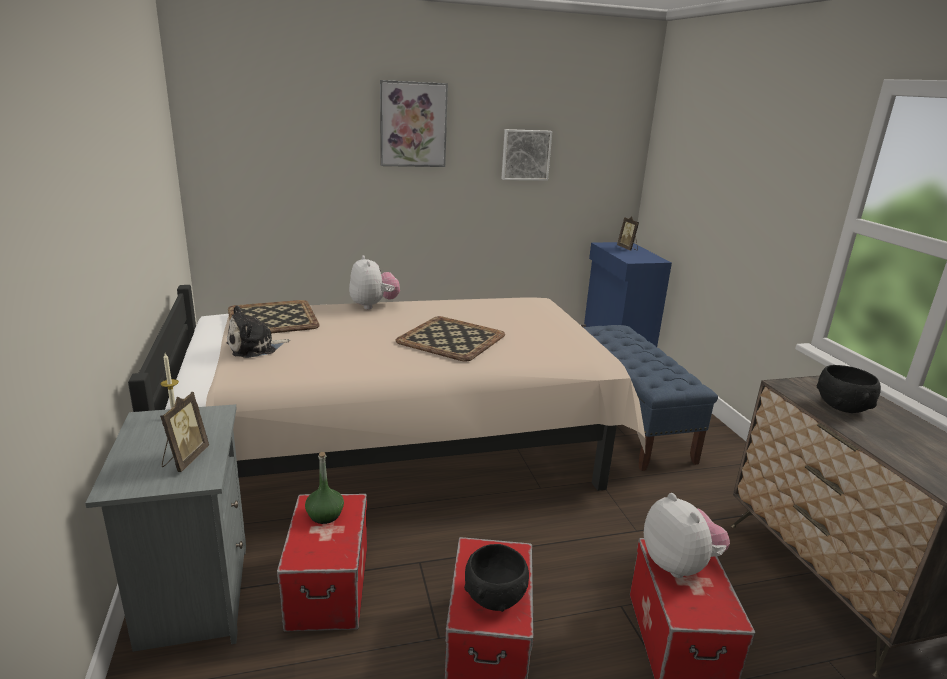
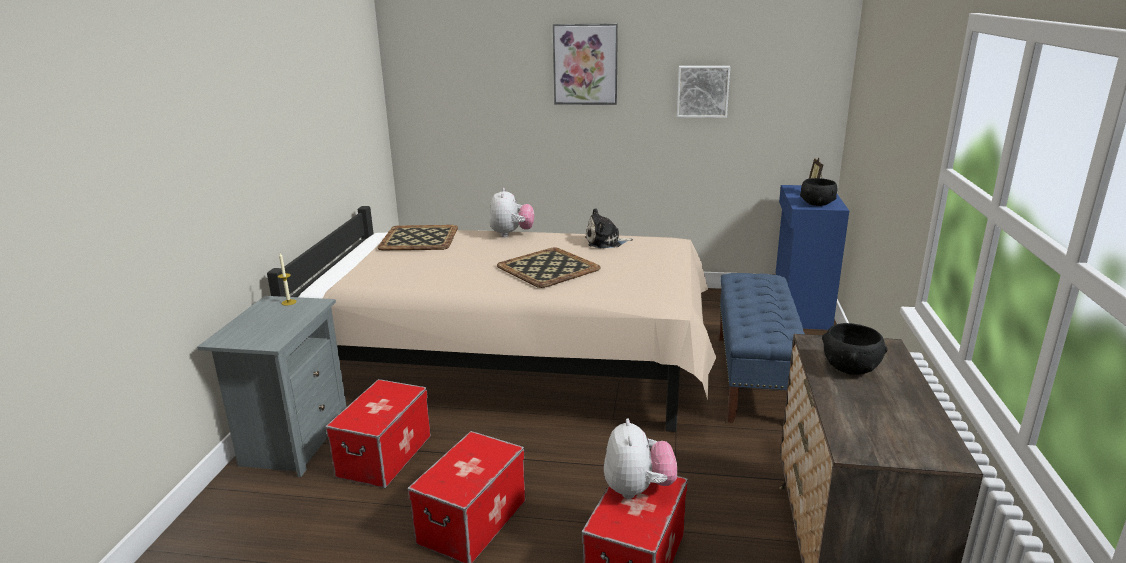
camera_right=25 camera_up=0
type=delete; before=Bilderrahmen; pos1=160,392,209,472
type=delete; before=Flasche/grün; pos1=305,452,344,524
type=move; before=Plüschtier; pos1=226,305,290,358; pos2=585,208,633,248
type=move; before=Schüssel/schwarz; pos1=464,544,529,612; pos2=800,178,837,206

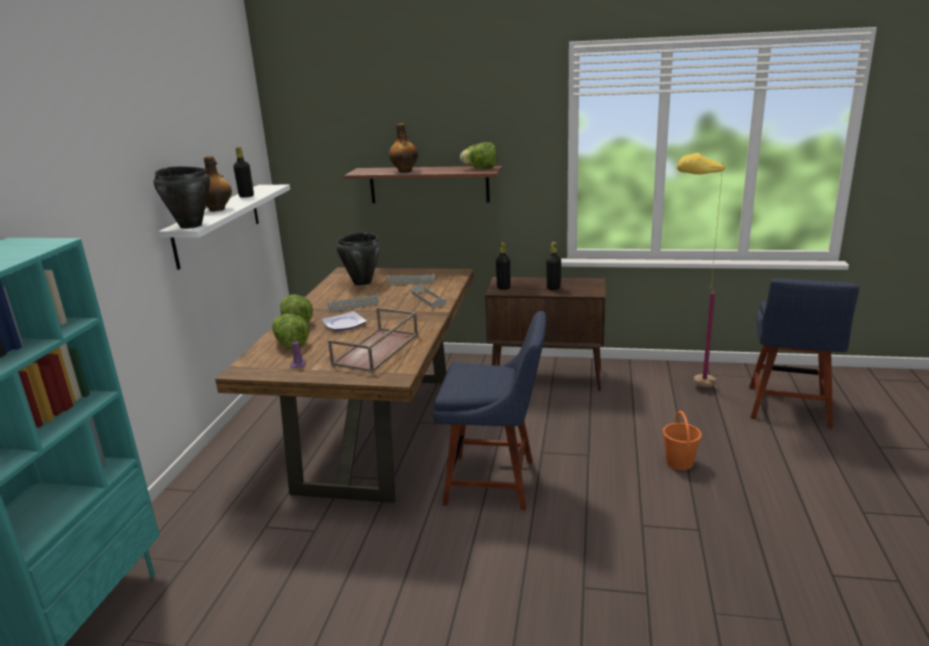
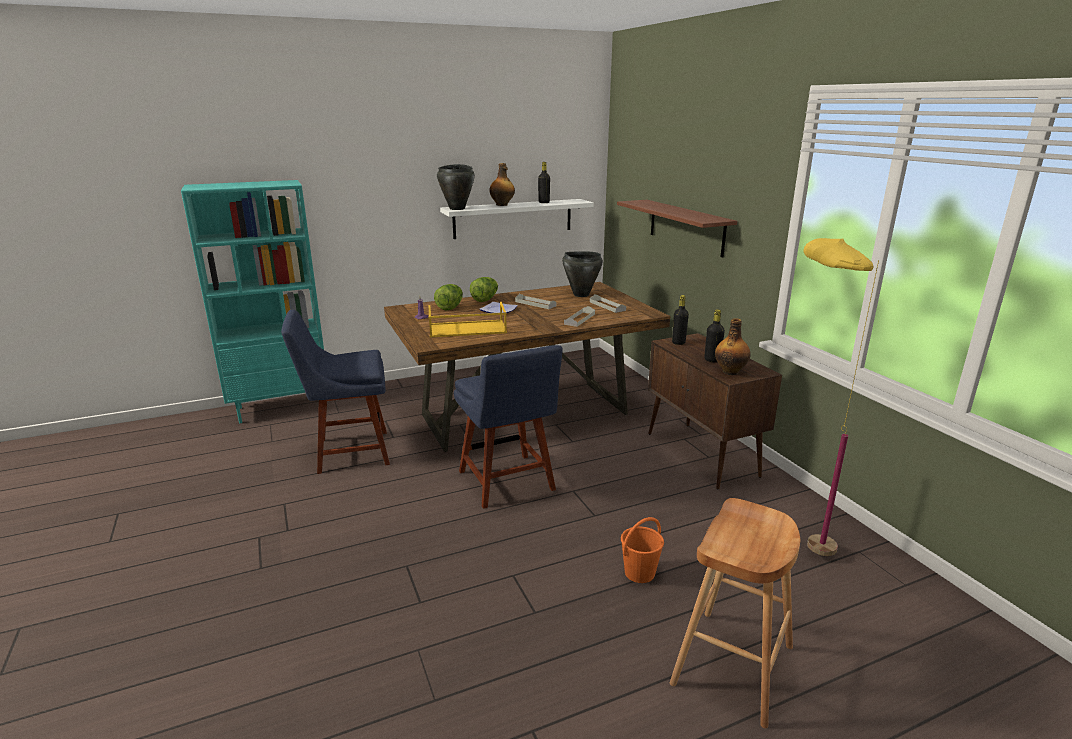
camera_right=55 camera_up=0
type=delete; before=Salatkopf; pos1=460,142,497,169
type=insert; after=Hocker/braun; pos2=670,498,800,729
type=move; before=Flasche; pos1=389,123,418,173; pos2=715,318,751,375
type=move; before=Stuhl/blau; pos1=749,278,859,429; pos2=281,309,390,474
type=recolor; before=Tablett/braun; after=Tablett/gelb; pos1=328,307,418,372; pos2=429,302,507,337

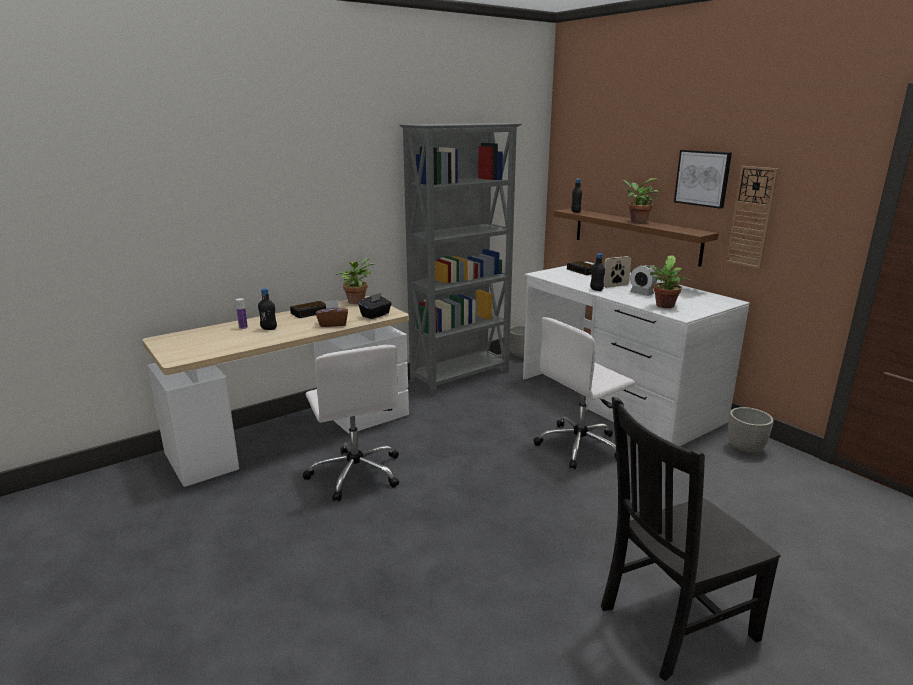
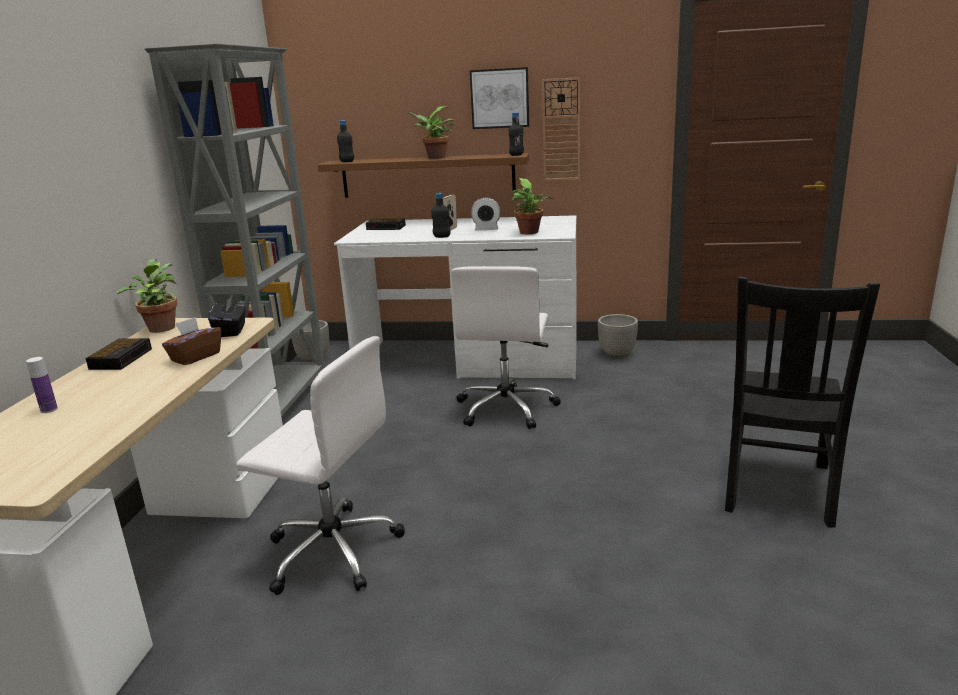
camera_right=-45 camera_up=0
type=move; before=Flasche/schwarz; pos1=258,288,277,330; pos2=509,112,524,156

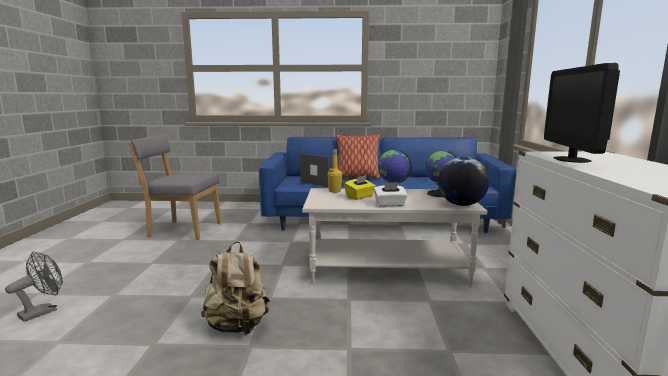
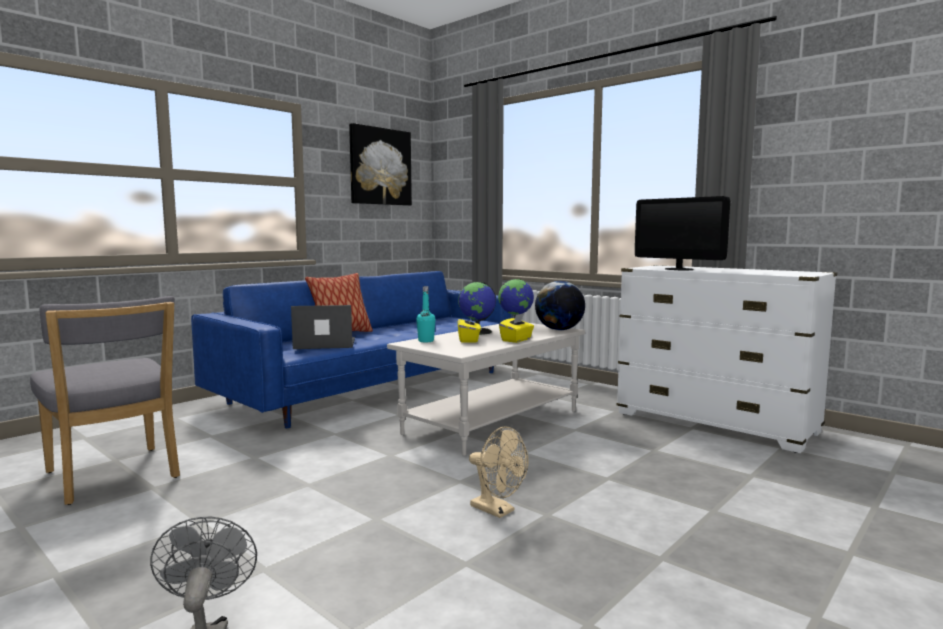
camera_right=-50 camera_up=-5
type=insert; after=Bild; pos2=349,123,412,206
type=replace; before=Rucksack/beige; after=Ventilator/beige; pos1=201,241,270,335; pos2=469,426,528,518
type=recolor; before=Flasche/gelb; after=Flasche/türkis; pos1=328,149,342,193; pos2=416,286,436,342
type=recolor; before=Taschentuchbox/weiß; after=Taschentuchbox/gelb; pos1=374,182,408,207; pos2=499,313,534,343
type=rotate; before=Stuhl/grau; pos1=129,134,221,240; pos2=30,296,180,505; turn=-90

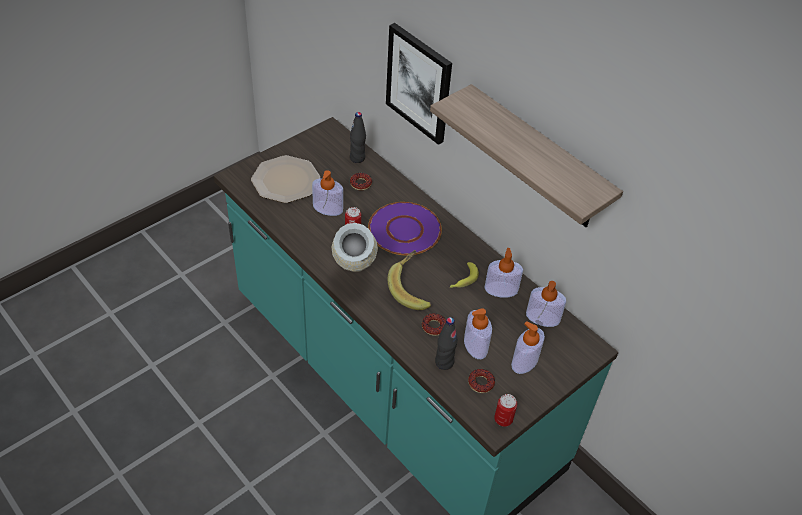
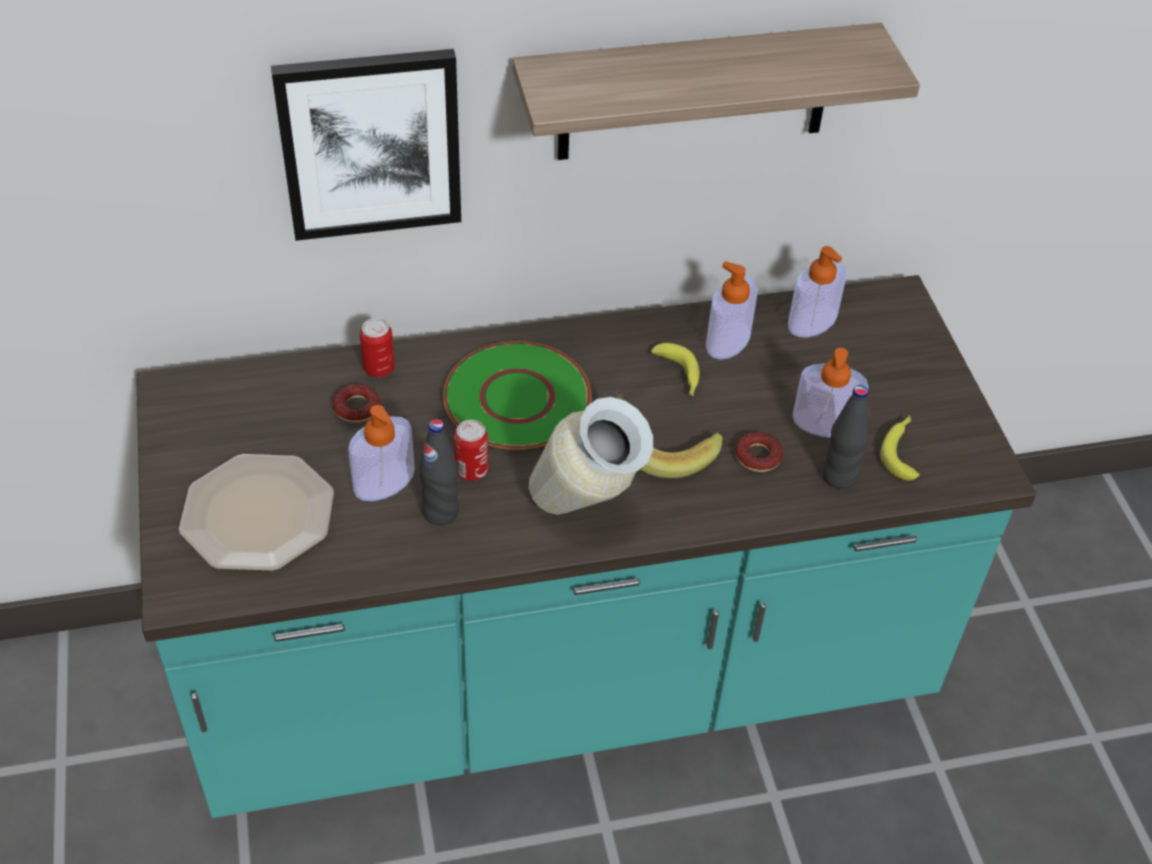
camera_right=-60 camera_up=0
type=delete; before=Seifenspender; pos1=511,321,545,374
type=move; before=Flasche/schwarz; pos1=350,112,366,163; pos2=419,419,459,525
type=move; before=Dose; pos1=494,394,517,427; pos2=360,318,395,378
type=replace; before=Donut; after=Banane; pos1=468,369,495,393; pos2=880,416,920,480
type=recolor; before=Teller/lila; after=Teller/grün; pos1=368,202,442,255; pos2=443,341,591,450

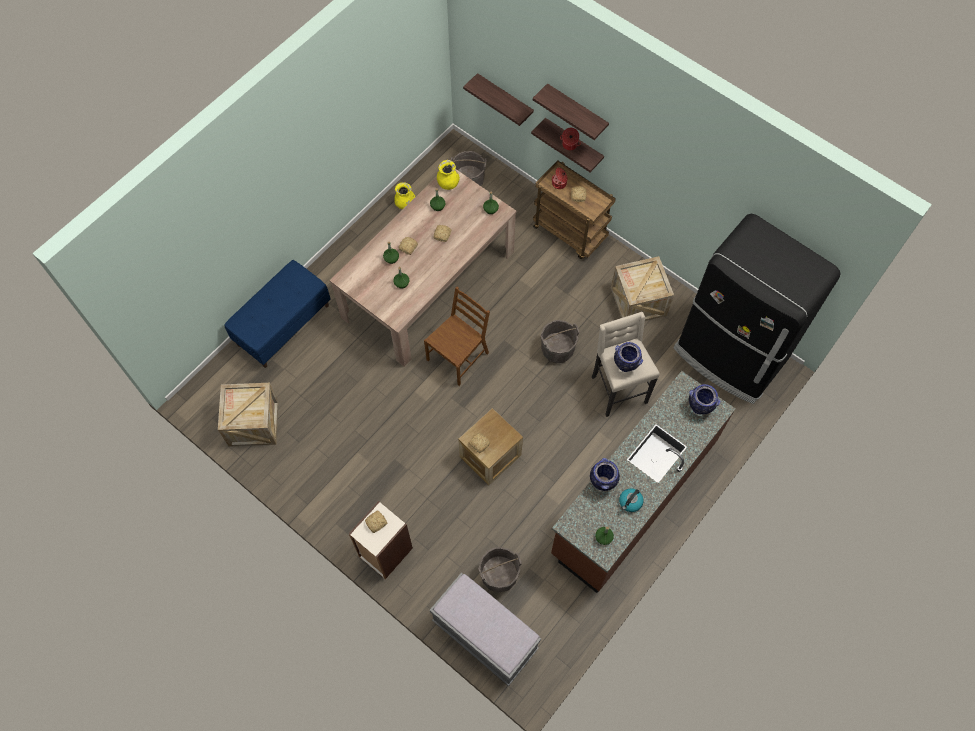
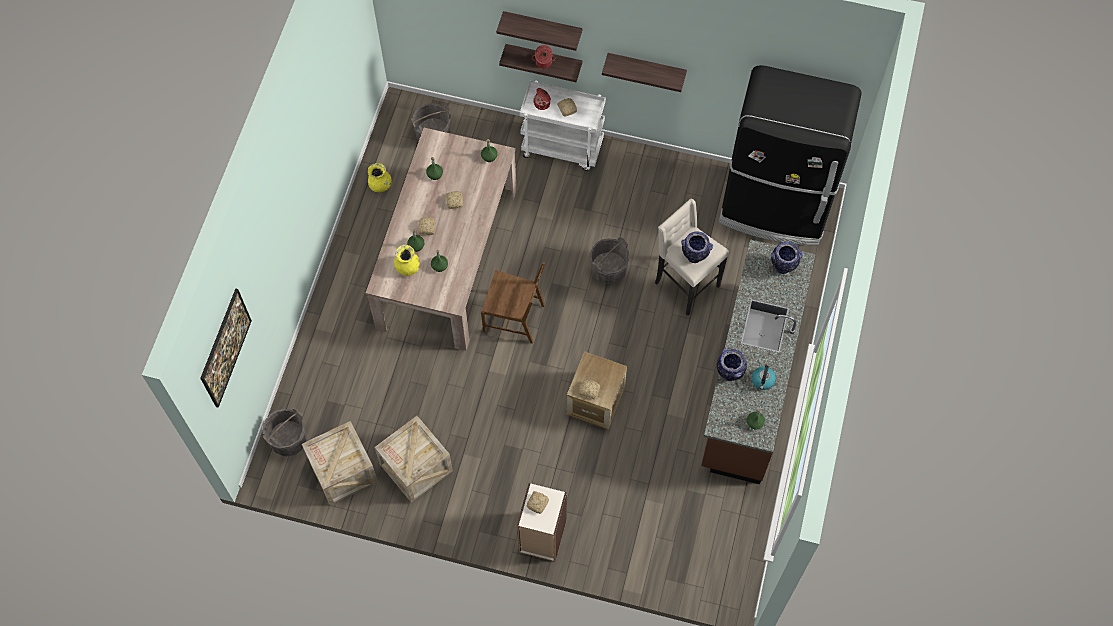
camera_right=-25 camera_up=0
type=delete; before=Bank/blau; pos1=224,260,330,368
type=delete; before=Bank/grau; pos1=430,572,541,686
type=insert; after=Bild; pos2=200,288,252,408
type=move; before=Vase/gelb; pos1=437,160,460,190; pos2=394,245,420,276
type=move; before=Wandregal; pos1=463,73,534,126; pos2=602,53,687,92
type=move; before=Eimer/grau; pos1=478,547,522,592; pos2=263,408,307,456
type=move; before=Kiste; pos1=611,256,674,321; pos2=374,416,453,503
type=recolor; before=Rollwagen/braun; after=Rollwagen/weiß; pos1=533,160,616,259; pos2=520,80,606,171
type=rotate; before=Stuhl/braun; pos1=424,287,490,386; pos2=481,262,546,344; turn=90

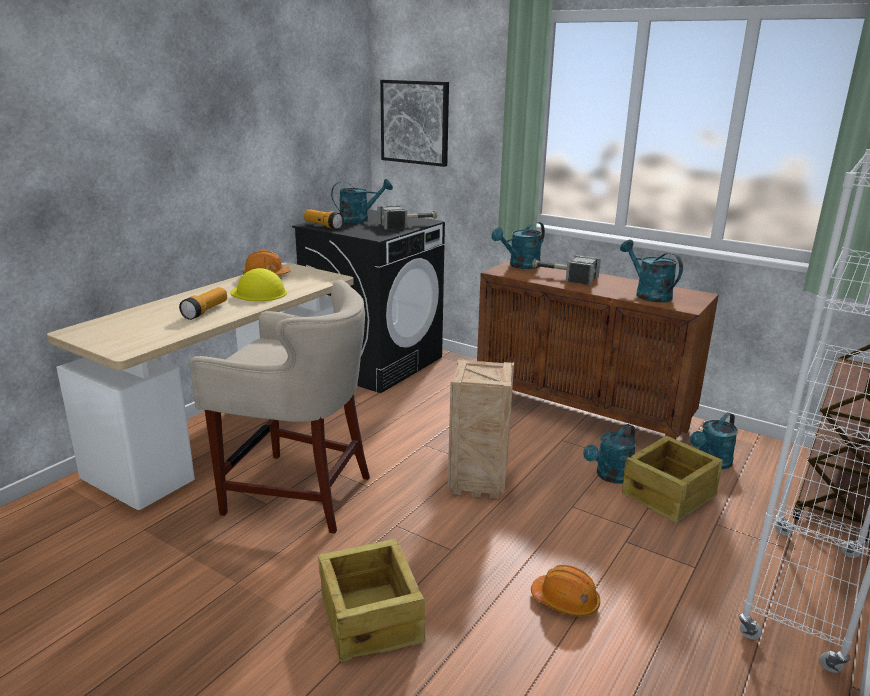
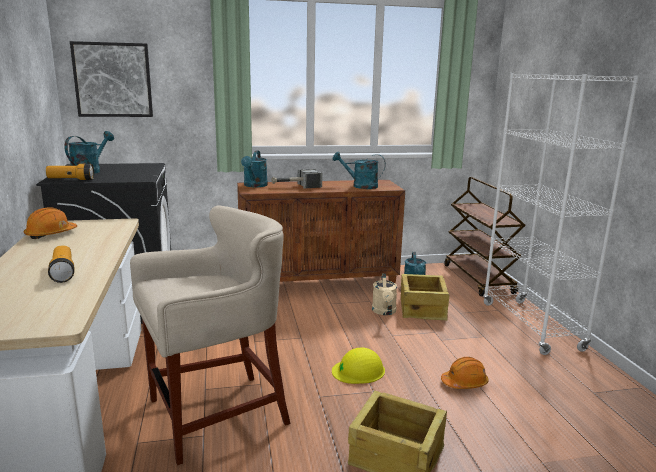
camera_right=-45 camera_up=-5
type=delete; before=Hammer; pos1=378,205,437,229
type=delete; before=Kiste; pos1=448,359,514,499
type=move; before=Schutzhelm/gelb; pos1=230,268,287,301; pos2=332,348,385,384
type=recolor; before=Gießkanne/türkis; after=Gießkanne/beige; pos1=583,424,636,483; pos2=372,273,397,315

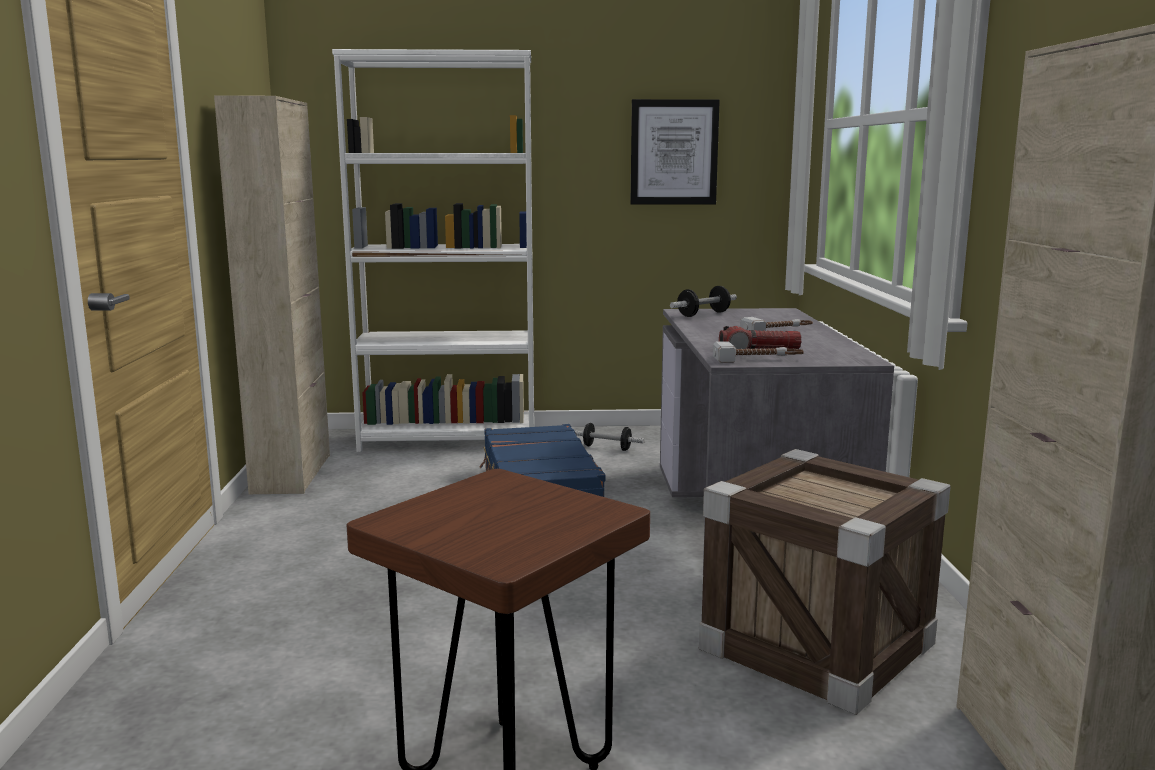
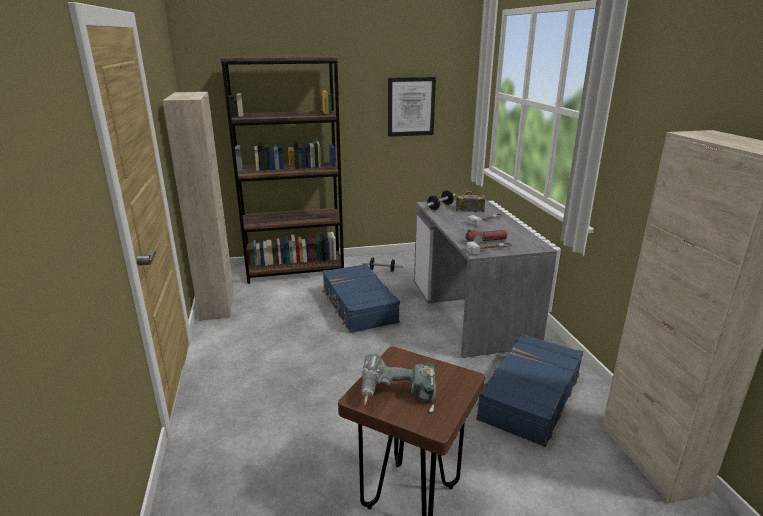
camera_right=-10 camera_up=10
type=insert; after=Bohrmaschine; pos2=361,354,435,412
type=insert; after=Hammer; pos2=456,191,485,212
type=replace; before=Kiste; after=Koffer/blau; pos1=699,449,951,715; pos2=476,333,583,447
type=recolor; before=Bücherregal/weiß; after=Bücherregal/braun; pos1=332,49,534,452; pos2=220,55,344,284

